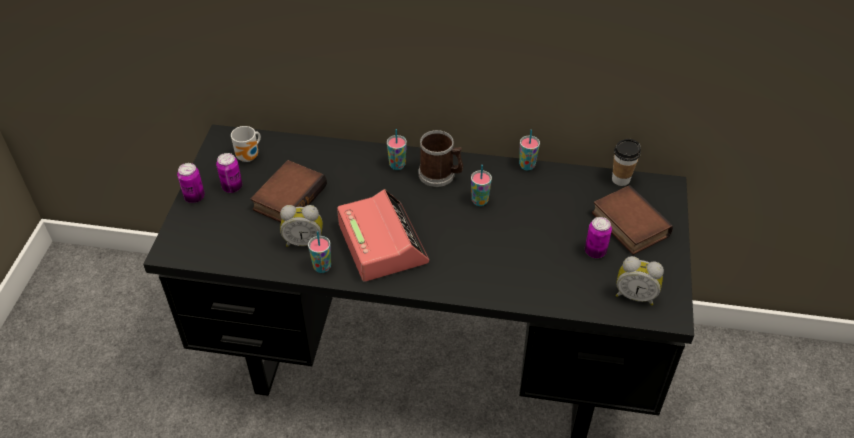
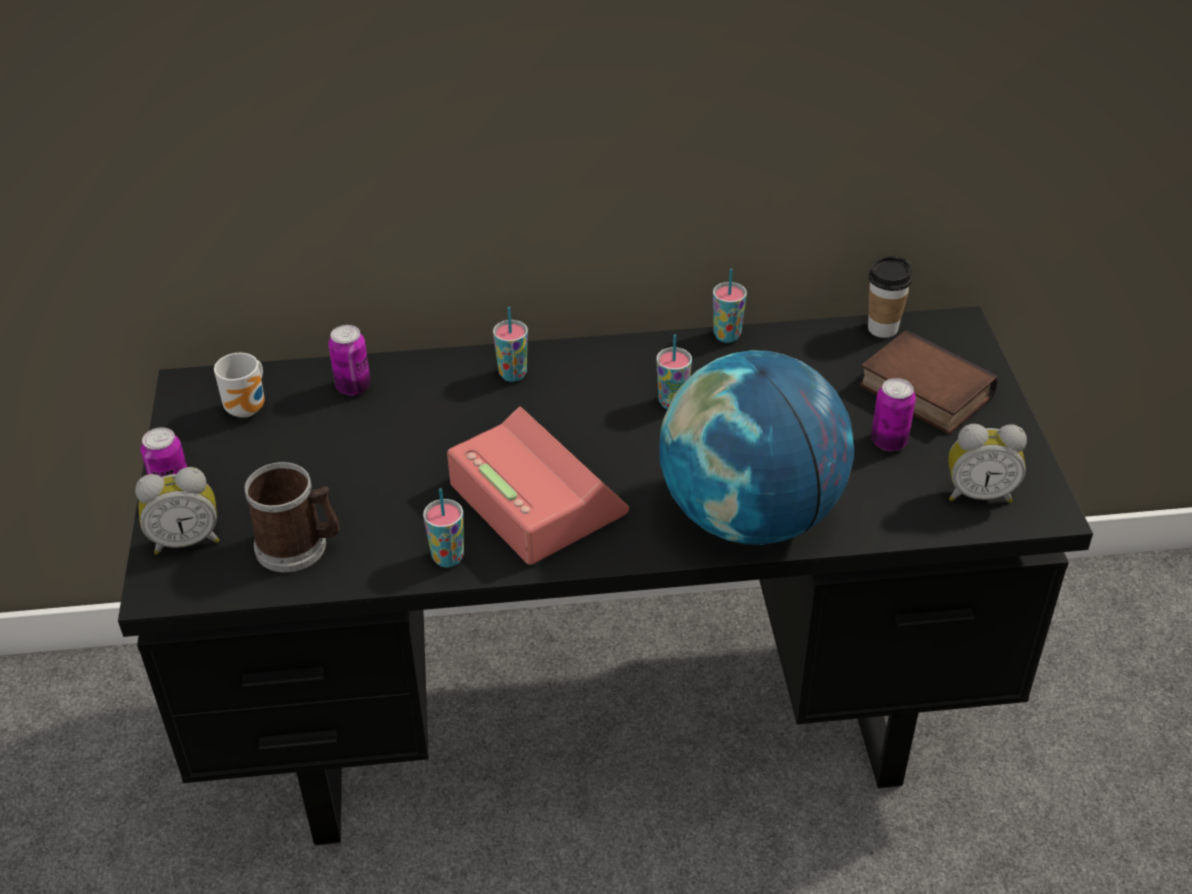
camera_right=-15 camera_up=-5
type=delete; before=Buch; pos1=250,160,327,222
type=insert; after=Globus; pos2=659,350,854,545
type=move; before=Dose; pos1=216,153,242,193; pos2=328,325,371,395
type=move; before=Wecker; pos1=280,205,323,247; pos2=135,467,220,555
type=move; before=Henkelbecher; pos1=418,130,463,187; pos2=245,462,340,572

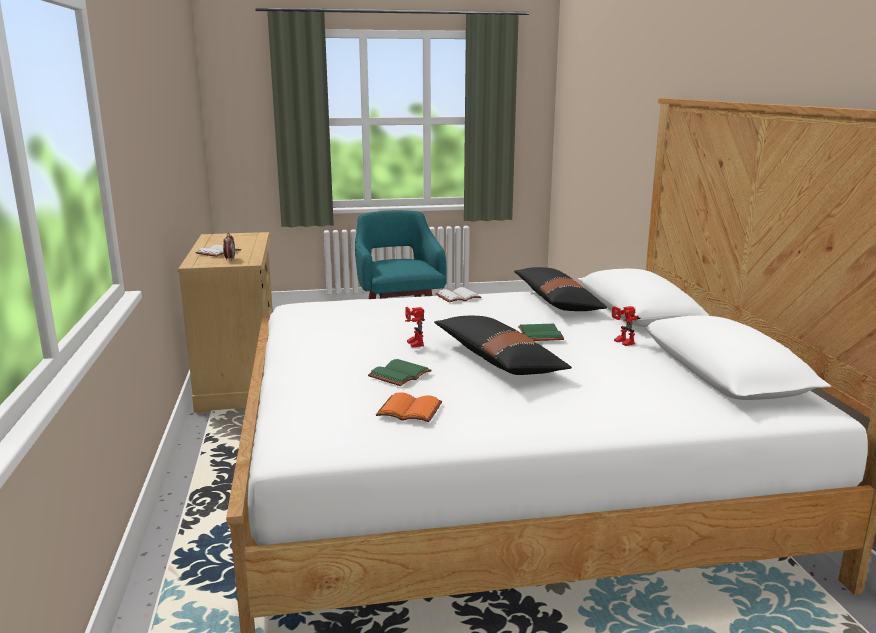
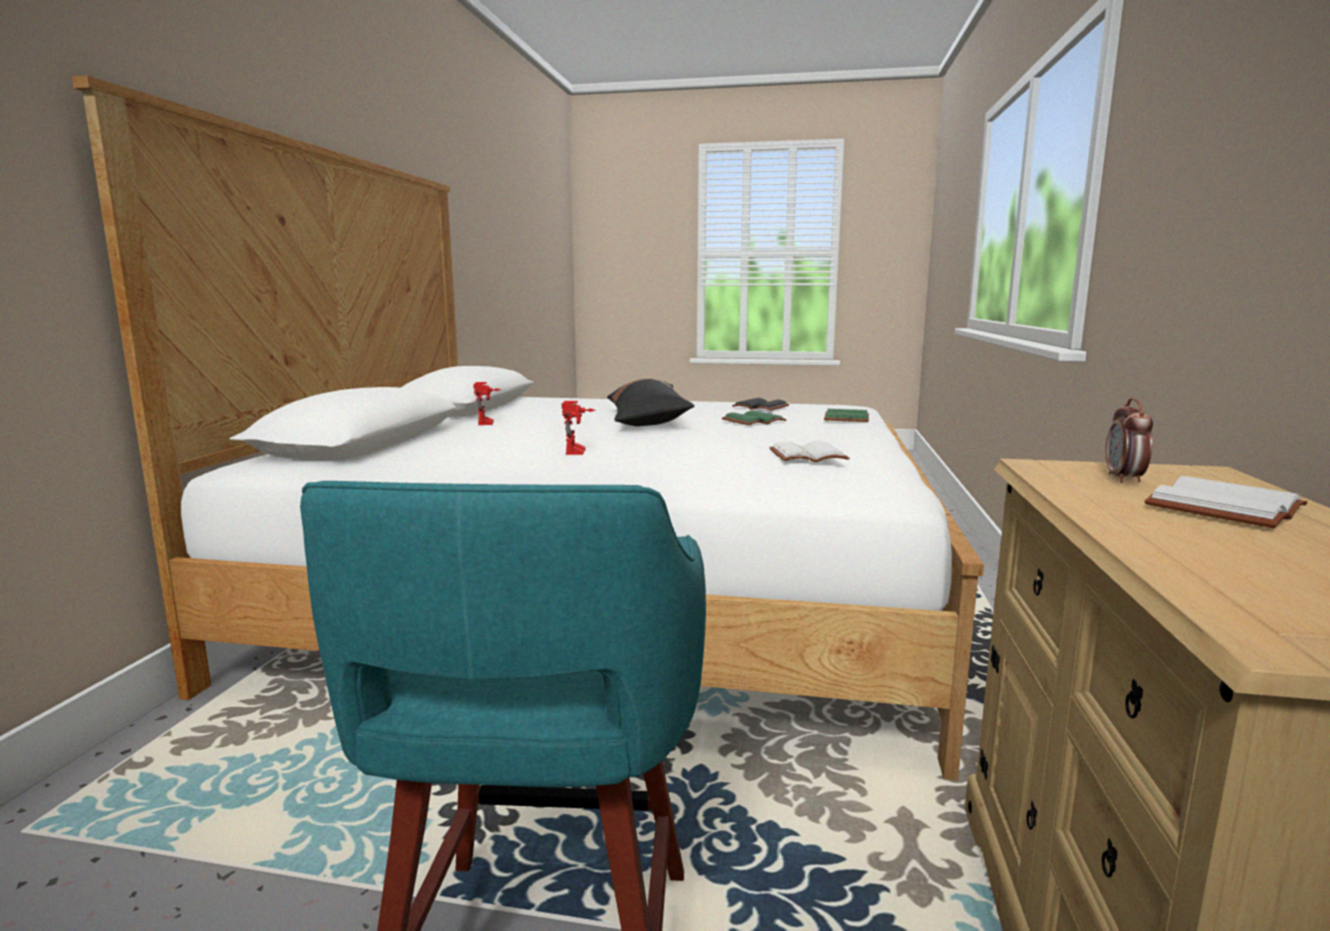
camera_right=-160 camera_up=-5
type=delete; before=Kissen/schwarz; pos1=514,267,607,311
type=move; before=Spielzeugroboter; pos1=405,307,425,348; pos2=562,401,596,455
type=move; before=Buch/weiß; pos1=435,287,482,303; pos2=769,441,849,462
type=move; before=Buch/grün; pos1=518,324,564,341; pos2=824,409,869,422
type=recolor; before=Buch/orange; after=Buch/schwarz; pos1=376,392,442,422; pos2=732,398,789,410

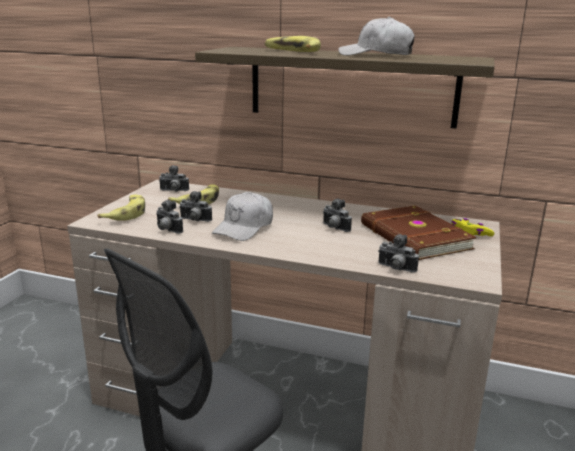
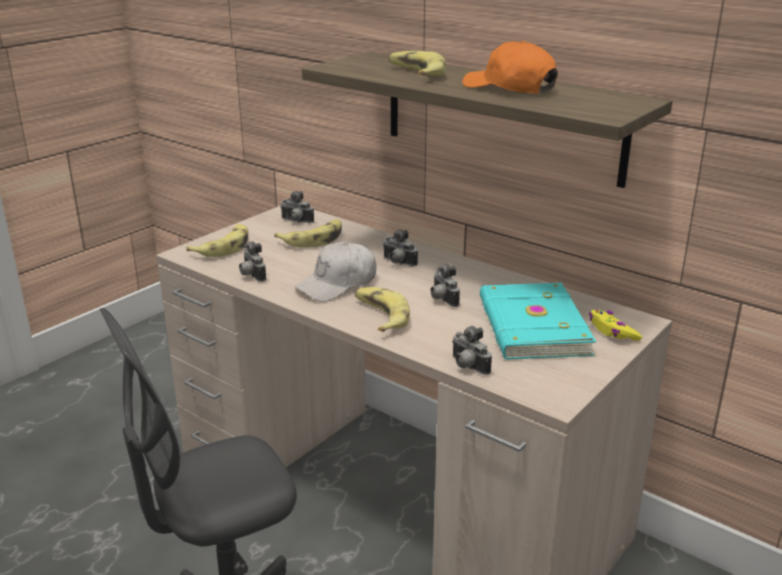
camera_right=20 camera_up=5
type=insert; after=Banane; pos2=355,287,410,332
type=move; before=Kamera; pos1=179,191,212,222; pos2=383,229,418,266
type=recolor; before=Kappe/weiß; after=Kappe/orange; pos1=339,17,415,56; pos2=462,40,558,94
type=recolor; before=Buch/braun; after=Buch/türkis; pos1=361,206,477,260; pos2=480,283,596,360

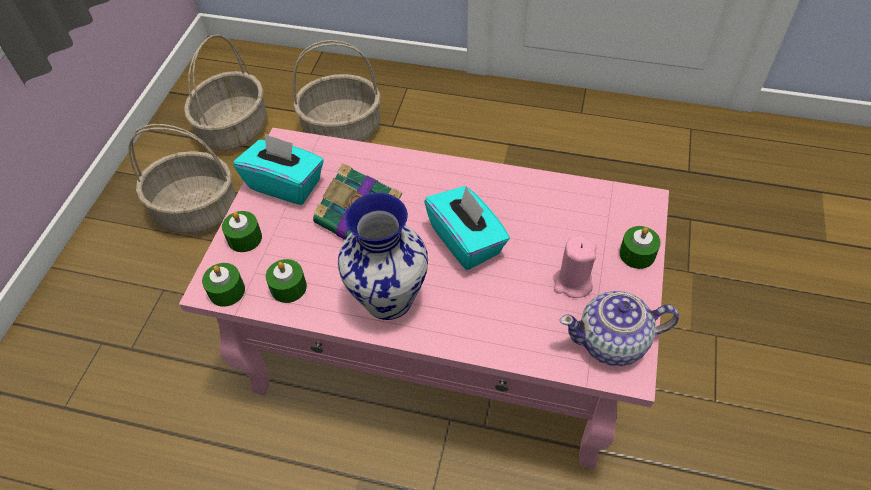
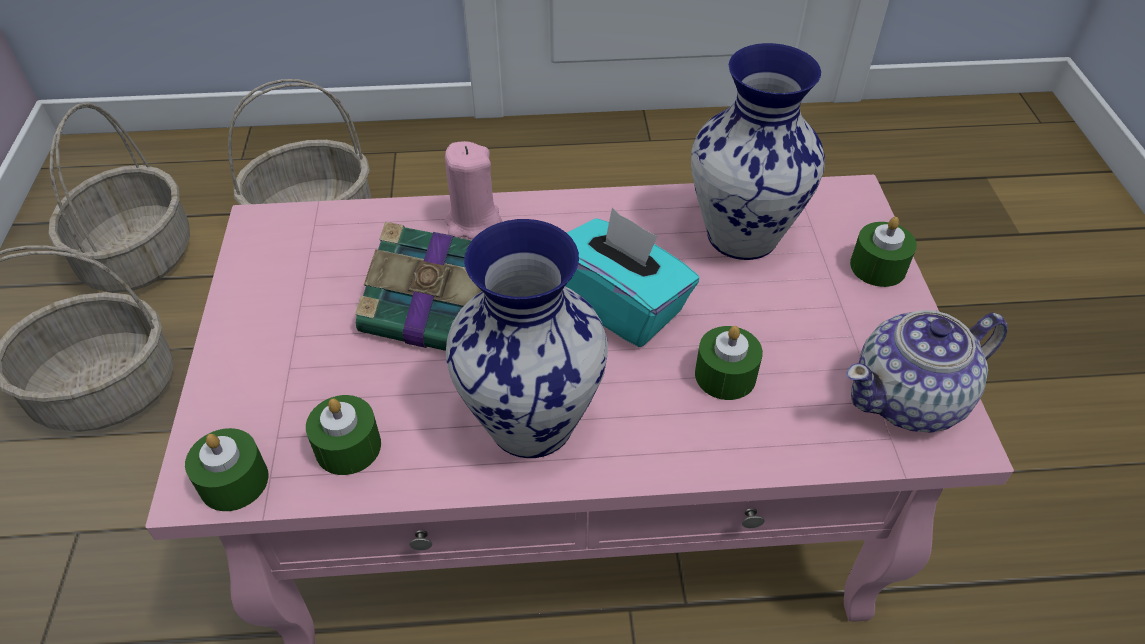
camera_right=-20 camera_up=-5
type=delete; before=Taschentuchbox/türkis; pos1=234,133,324,205
type=insert; after=Vase; pos2=691,43,825,260
type=move; before=Kerze/grün; pos1=222,211,262,252; pos2=695,326,763,400
type=move; before=Kerze/rosa; pos1=553,236,597,298; pos2=445,141,502,240

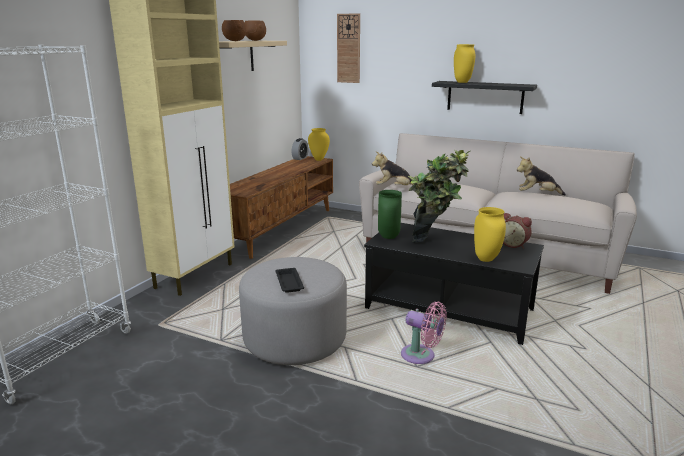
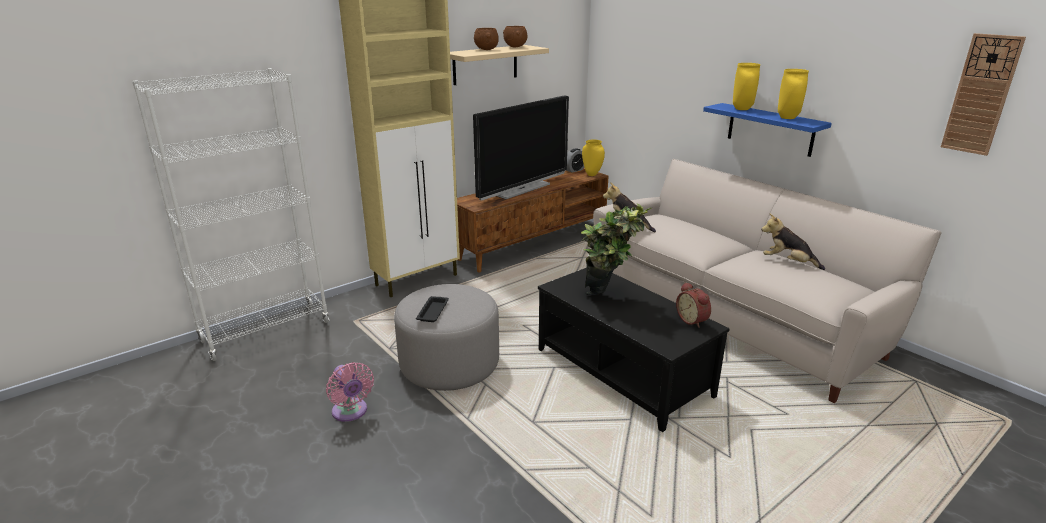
camera_right=25 camera_up=5
type=delete; before=Vase/grün; pos1=378,190,402,239
type=insert; after=Fernseher; pos2=473,95,569,201
type=move; before=Wanduhr; pos1=337,13,360,83; pos2=941,33,1026,156
type=move; before=Ventilator/rosa; pos1=401,302,447,364; pos2=326,362,374,422
type=move; before=Vase/gelb; pos1=474,207,506,262; pos2=778,69,809,119
type=recolor; before=Wandregal/schwarz; after=Wandregal/blau; pos1=432,81,537,114; pos2=703,103,832,157

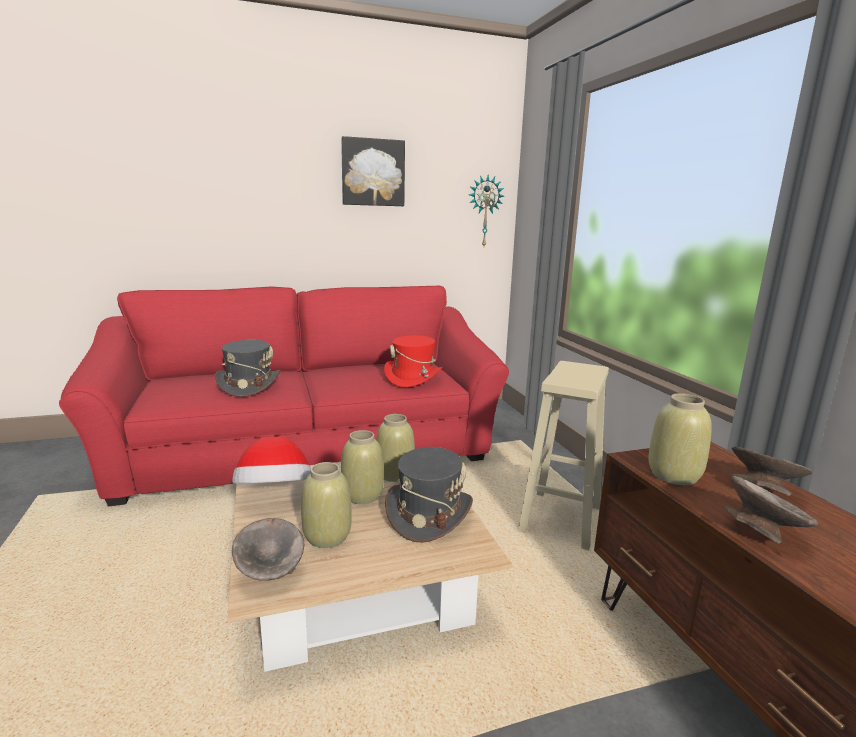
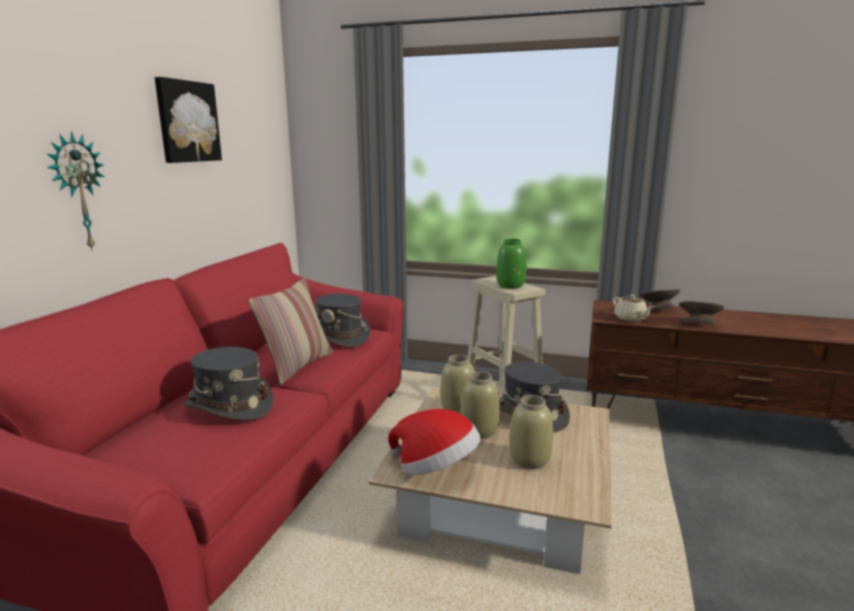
camera_right=-55 camera_up=0
type=delete; before=Schüssel/grau; pos1=232,518,304,581
type=insert; after=Kissen; pos2=249,278,333,385
type=insert; after=Vase/grün; pos2=496,239,527,288
type=move; before=Wanduhr; pos1=469,175,504,246; pos2=46,131,104,251
type=replace; before=Vase/beige; after=Teekanne/beige; pos1=649,393,711,485; pos2=613,294,655,322
type=recolor; before=Hut/rot; after=Hut/grau; pos1=384,335,442,387; pos2=315,294,371,348

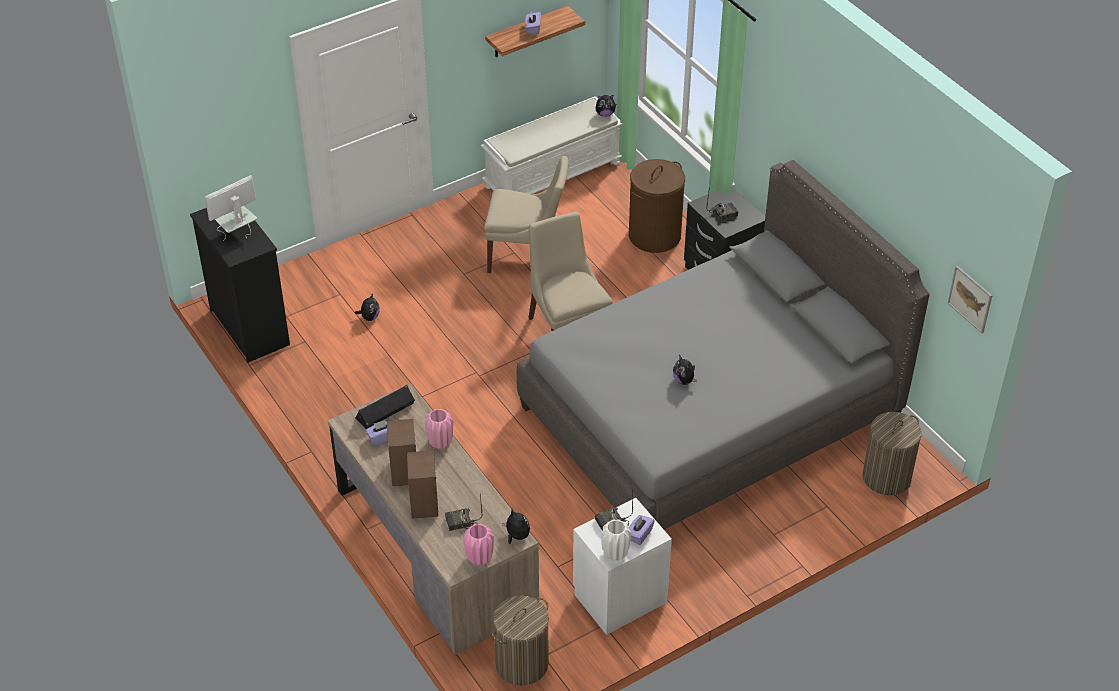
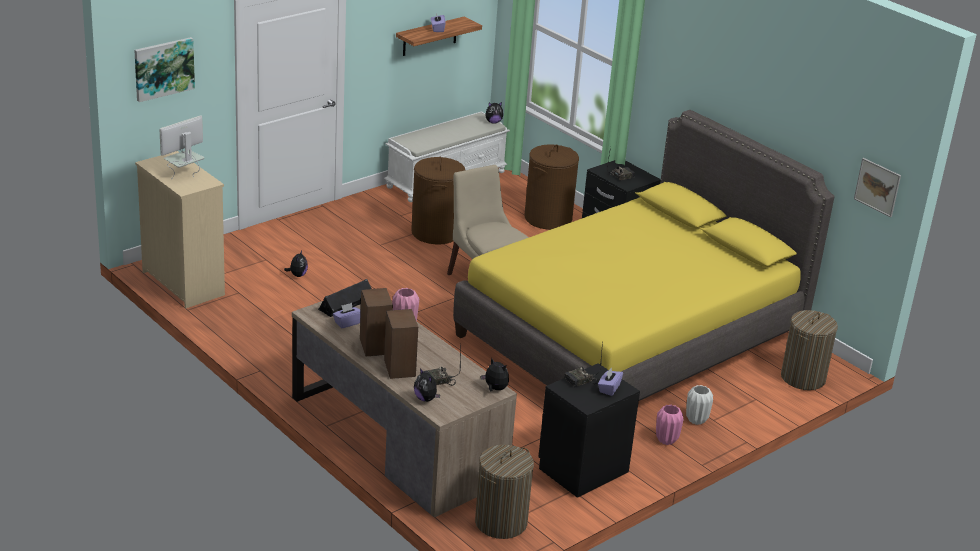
camera_right=-10 camera_up=-15
type=insert; after=Bild; pos2=134,37,195,102
type=move; before=Vase/rosa; pos1=463,524,494,566; pos2=656,405,683,445
type=move; before=Vase/weiß; pos1=601,519,631,561; pos2=686,385,713,425
type=move; before=Plüschtier; pos1=673,355,697,385; pos2=414,368,440,402
type=replace; before=Stuhl/beige; after=Wäschekorb/braun; pos1=484,156,569,273; pos2=411,156,465,244
type=recolor; before=Kommode/schwarz; after=Kommode/beige; pos1=190,208,290,363; pos2=135,151,225,308
type=recolor; before=Bett/grau; after=Bett/gelb; pos1=517,160,930,529; pos2=453,110,835,401
type=recolor; before=Nachttisch/weiß; after=Nachttisch/schwarz; pos1=573,498,672,635; pos2=538,363,640,498

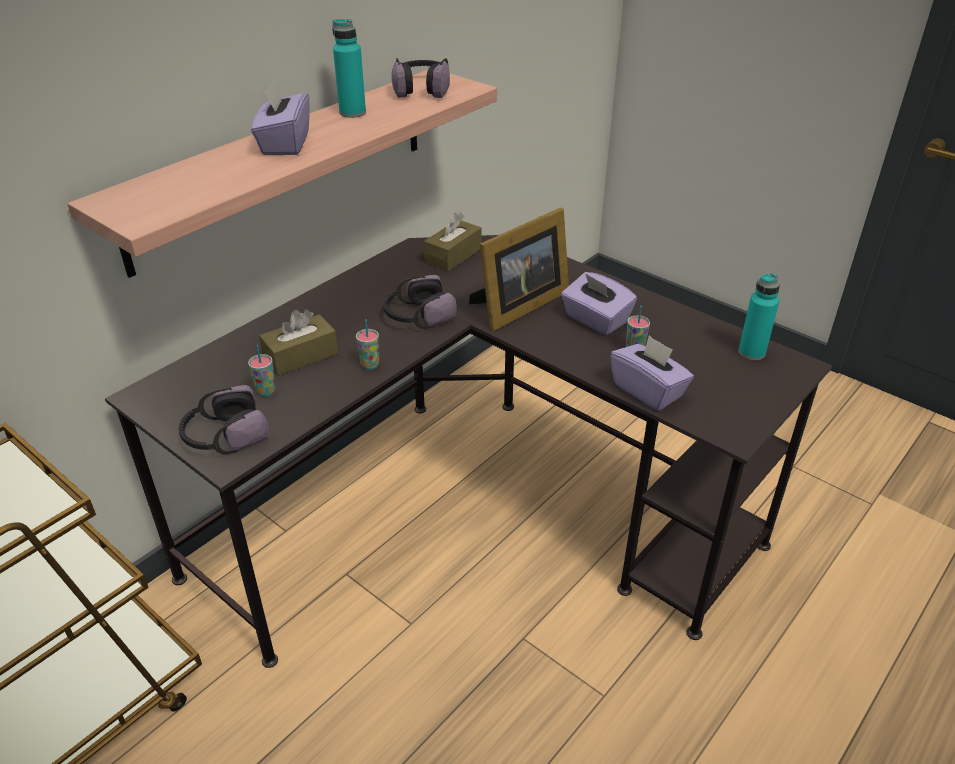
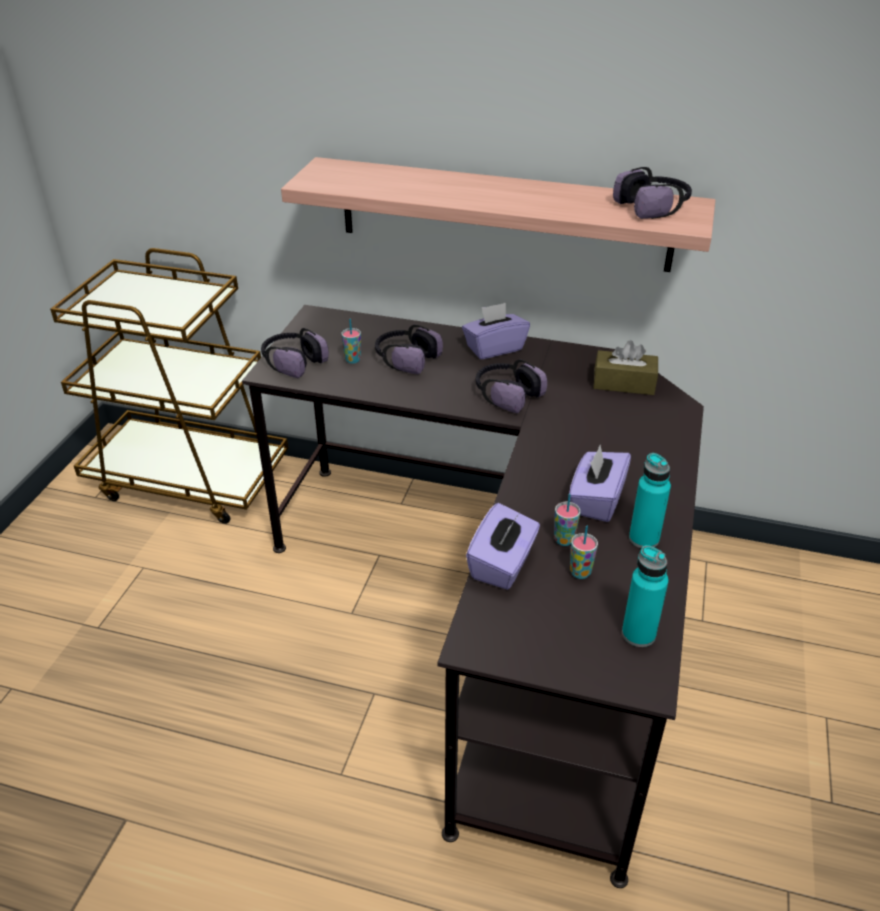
camera_right=65 camera_up=0
type=delete; before=Bilderrahmen; pos1=469,207,569,332
type=move; before=Taschentuchbox/lila; pos1=251,81,310,155; pos2=462,303,530,359
type=move; before=Flasche/türkis; pos1=332,19,366,118; pos2=629,453,671,548
type=move; before=Tasse; pos1=356,319,379,370; pos2=570,526,598,579
type=replace; before=Taschentuchbox/braun; after=Kopfhörer; pos1=259,309,338,376; pos2=375,324,443,374

